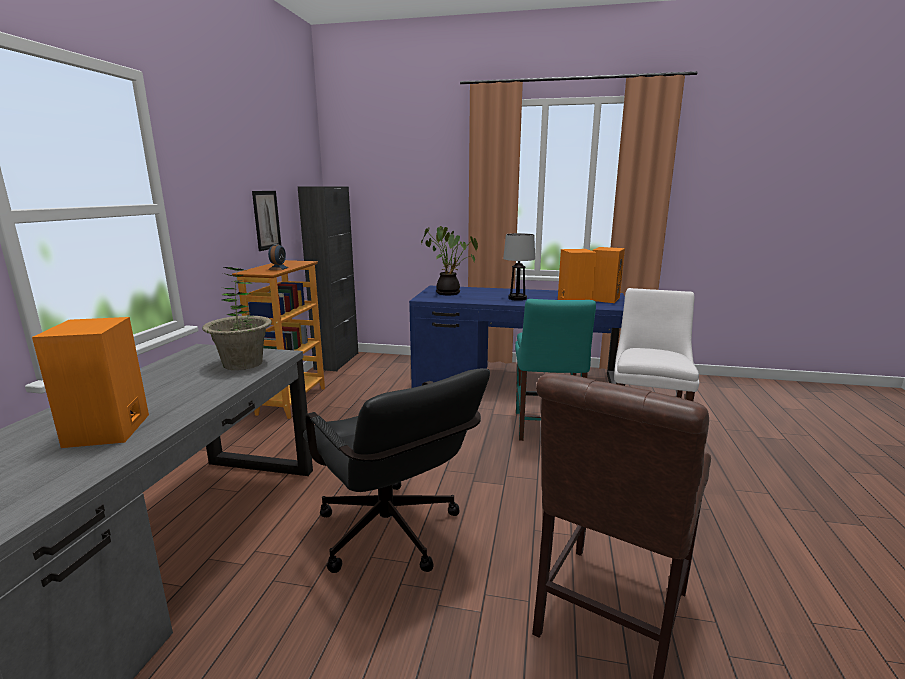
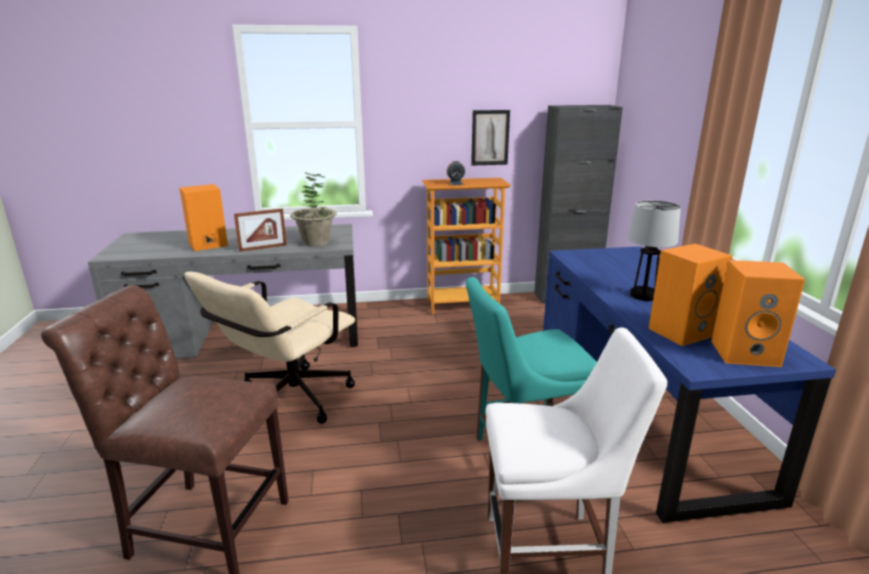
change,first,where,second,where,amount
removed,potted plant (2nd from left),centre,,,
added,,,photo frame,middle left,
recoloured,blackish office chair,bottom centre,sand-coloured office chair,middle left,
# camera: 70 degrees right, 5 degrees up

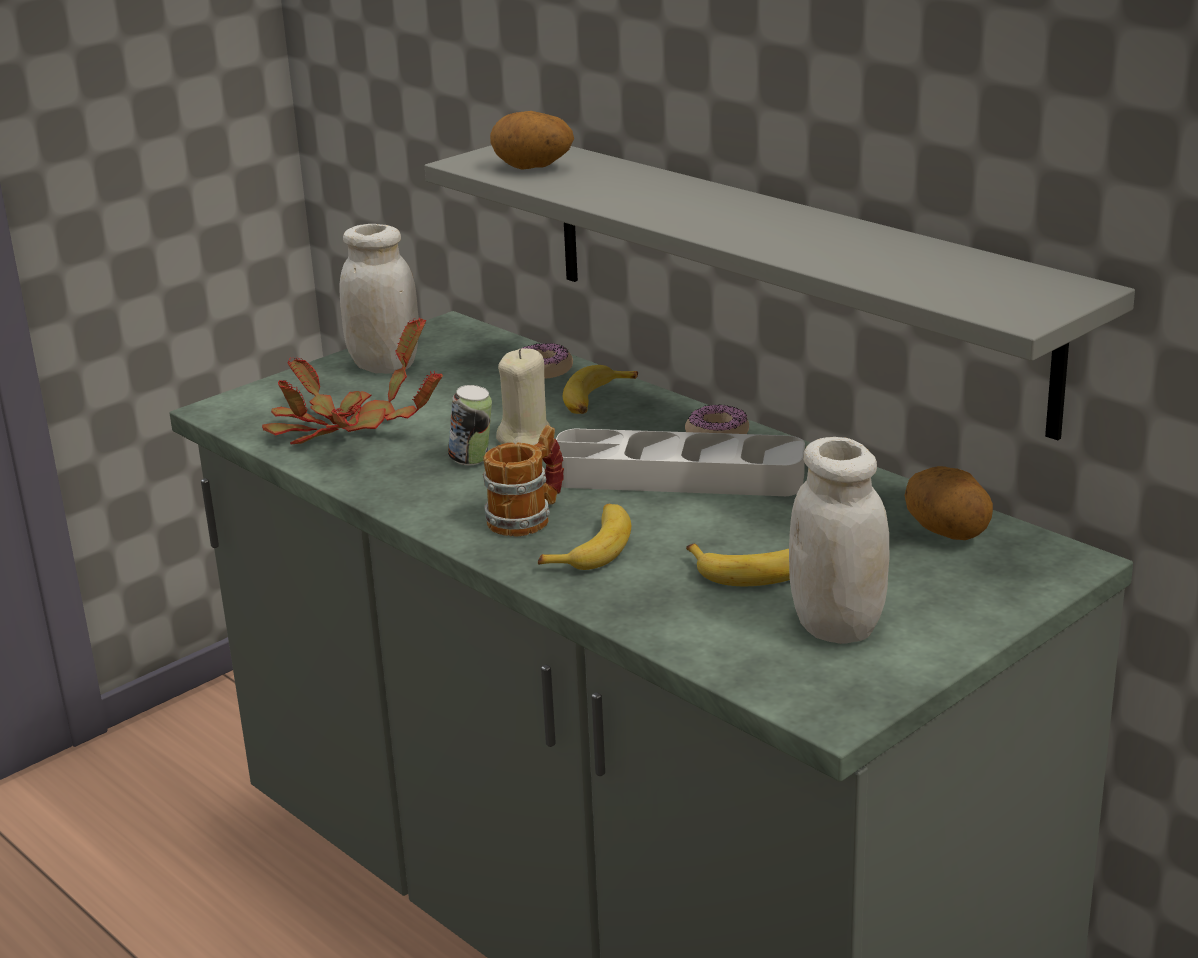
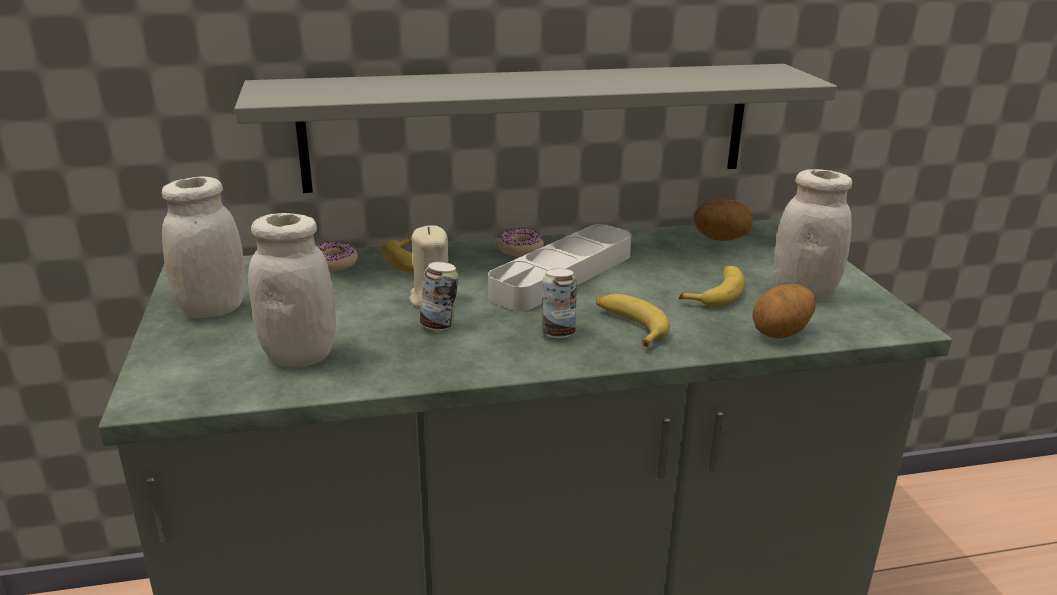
change,first,where,second,where,amount
moved,potato (1st from left in the first image),top centre,potato (2nd from left),middle right,
replaced,potted plant,middle left,white-coloured jar (2nd from left),middle left,
replaced,mug,centre,can (2nd from left),centre,
# camera: 60 degrees left, 0 degrees up

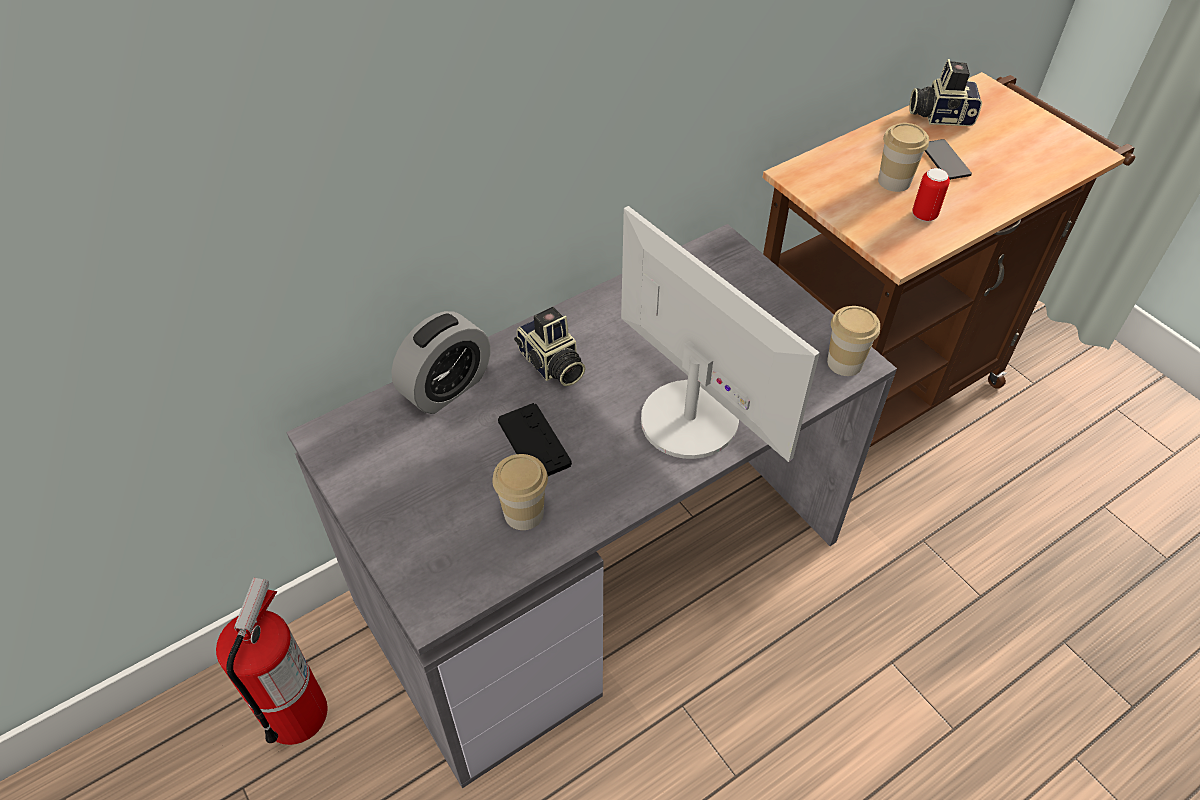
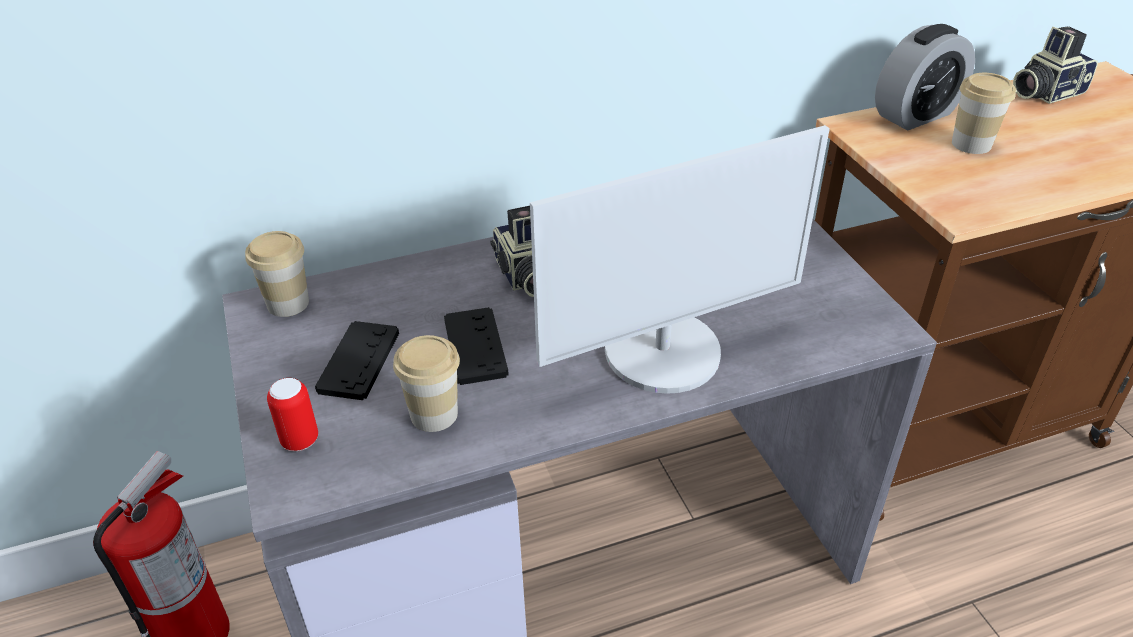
change,first,where,second,where,amount
removed,handset,top right,,,
added,,,blackish joypad (1st from left),middle left,
moved,table clock,centre,,top right,
moved,cup (2nd from left in the first image),middle right,cup (1st from left),middle left,
moved,can,top right,,middle left,
turned,computer display,centre,,centre,90 degrees clockwise
turned,photo camera (2nd from left),top right,,top right,45 degrees counterclockwise
# camera: 15 degrees right, 10 degrees down

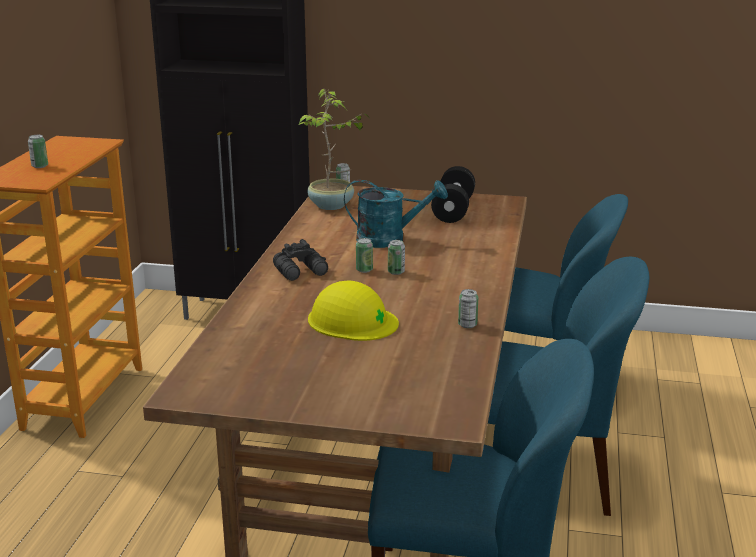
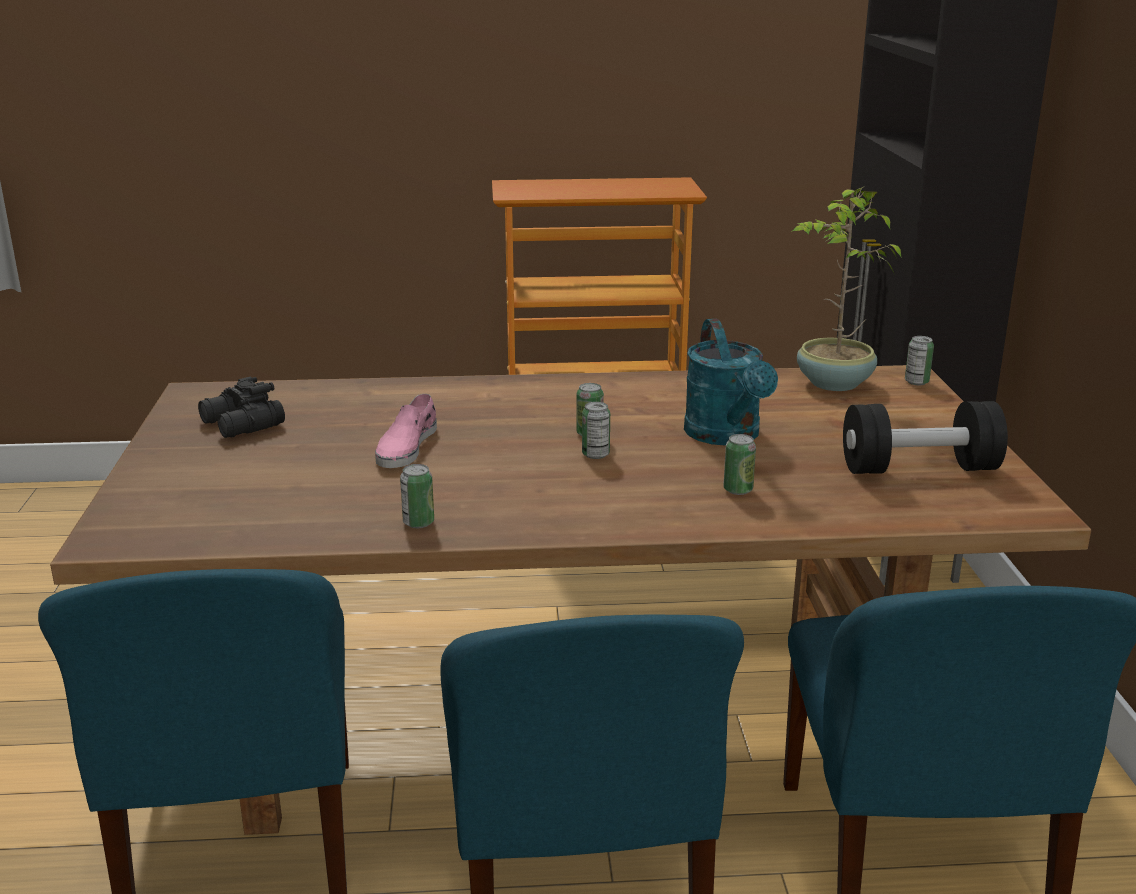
change,first,where,second,where,amount
moved,can (1st from left in the first image),top left,can (4th from left),centre,
moved,blackish binoculars,centre,,middle left,
replaced,yellow safety helmet,centre,pinkish item of footwear,centre,
# camera: 75 degrees right, 0 degrees up

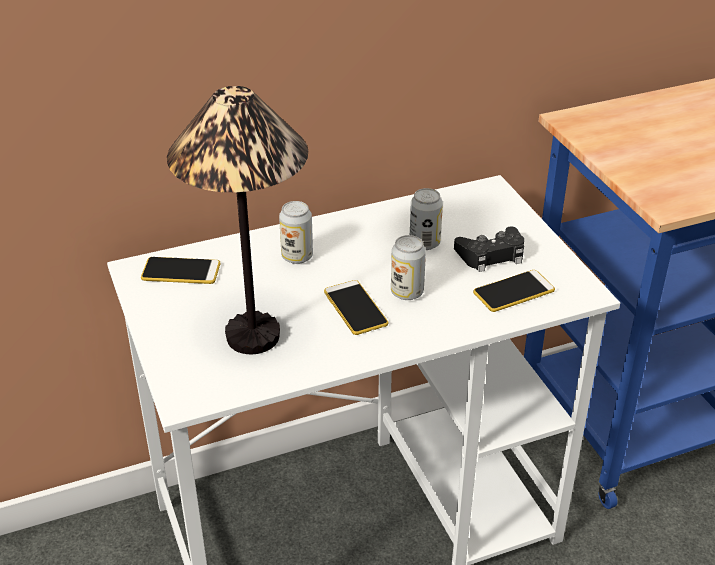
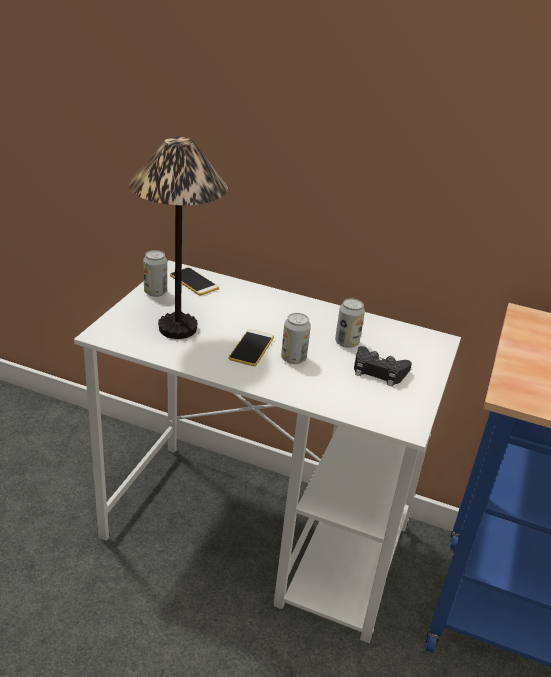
change,first,where,second,where,amount
removed,handset (3rd from left),middle right,,,
moved,can (1st from left),centre,,middle left,
# camera: 40 degrees right, 5 degrees down

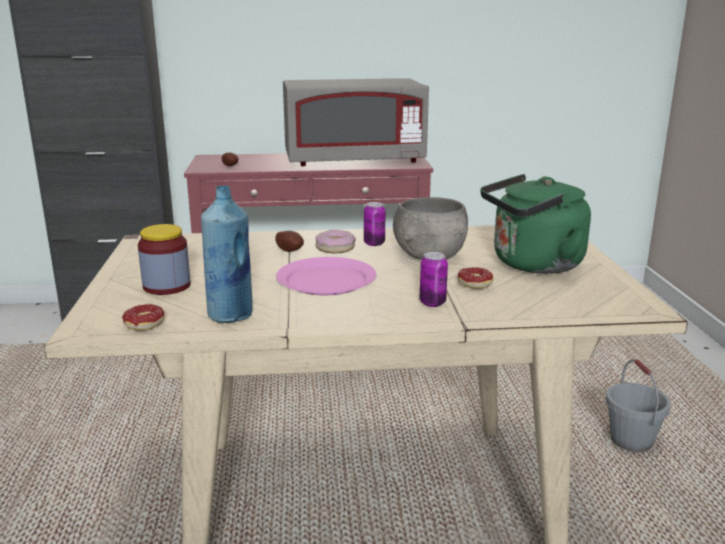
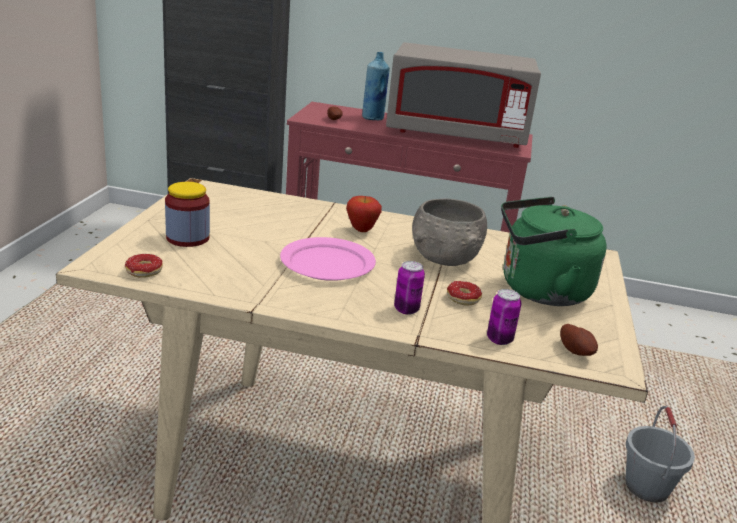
change,first,where,second,where,amount
moved,blue bottle,middle left,,top centre,
moved,potato (2nd from left),centre,,middle right,
moved,can (1st from left in the first image),centre,can (2nd from left),middle right,
replaced,doughnut (2nd from left),centre,whole apple,centre,
# camera: 15 degrees right, 5 degrees up

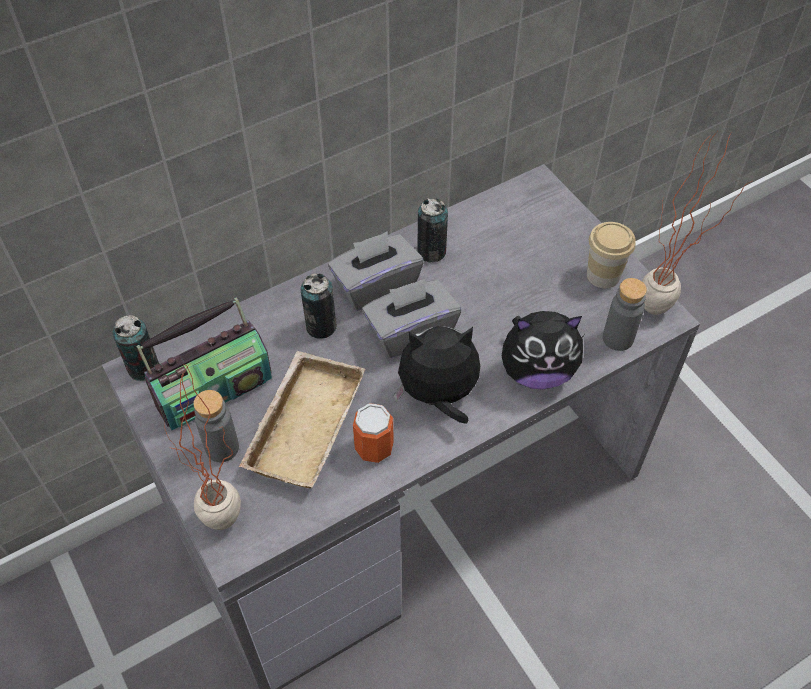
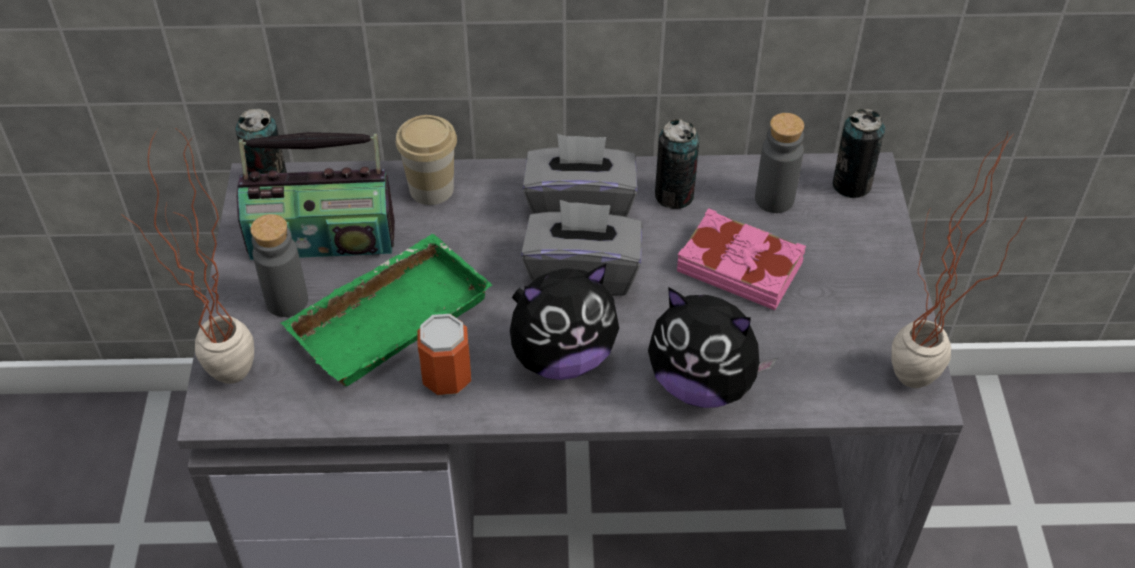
change,first,where,second,where,amount
added,,,pinkish bound book,centre,
moved,can (2nd from left in the first image),centre,can (4th from left),top right,
moved,cup,middle right,,top centre,
moved,greyish bottle (2nd from left),middle right,,top right,
recoloured,sand-coloured tray,centre,green-coloured tray,centre,
turned,plush toy (1st from left),centre,,centre,135 degrees clockwise
# camera: 30 degrees right, 5 degrees down

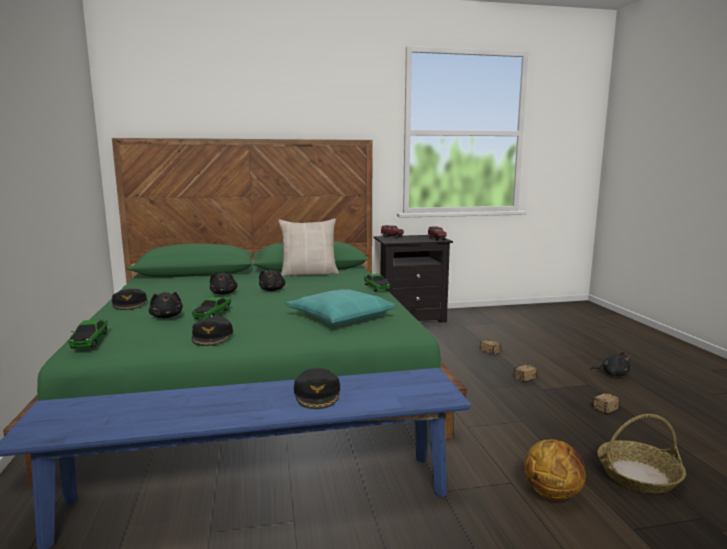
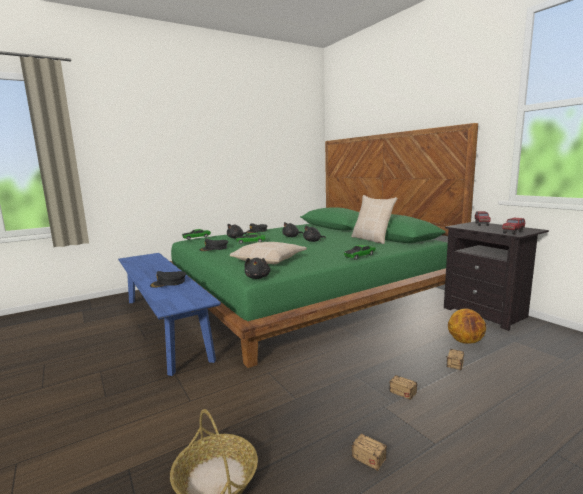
change,first,where,second,where,amount
moved,ball for basketball,bottom right,,middle right,
moved,blackish plush toy (4th from left in the first image),middle right,blackish plush toy (2nd from left),centre,
recoloured,turquoise-coloured cushion,centre,sand-coloured cushion (1st from left),centre,
# camera: 70 degrees right, 0 degrees up

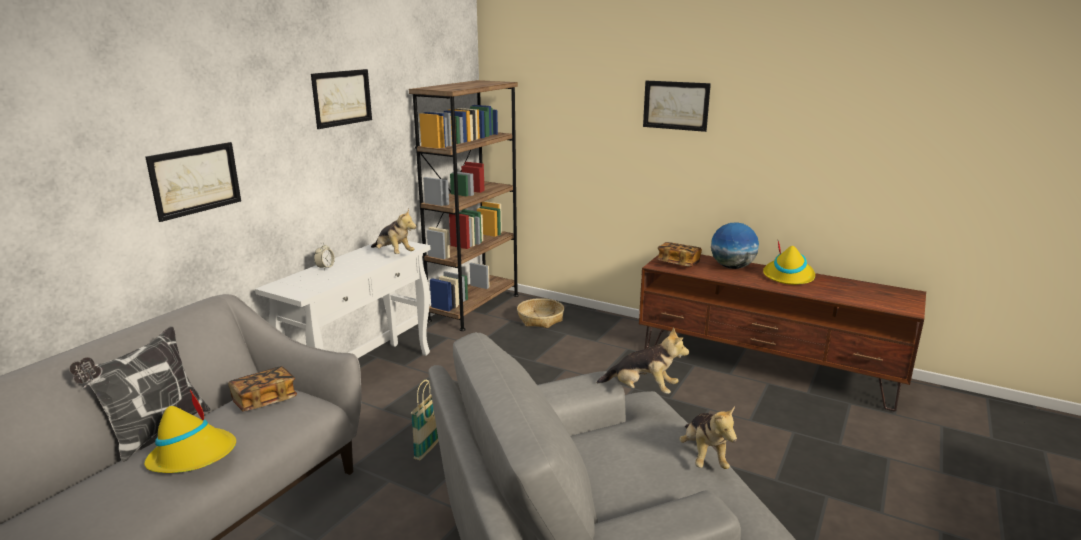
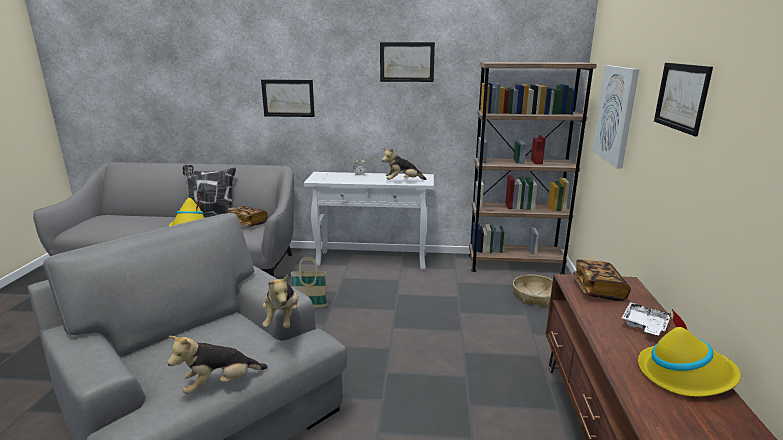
change,first,where,second,where,amount
added,,,picture (3rd from left),top right,
replaced,globe,middle right,white-coloured tray,bottom right,
turned,plush toy (1st from left in the first image),centre,plush toy (3rd from left),centre,60 degrees clockwise
# camera: 65 degrees right, 0 degrees up

